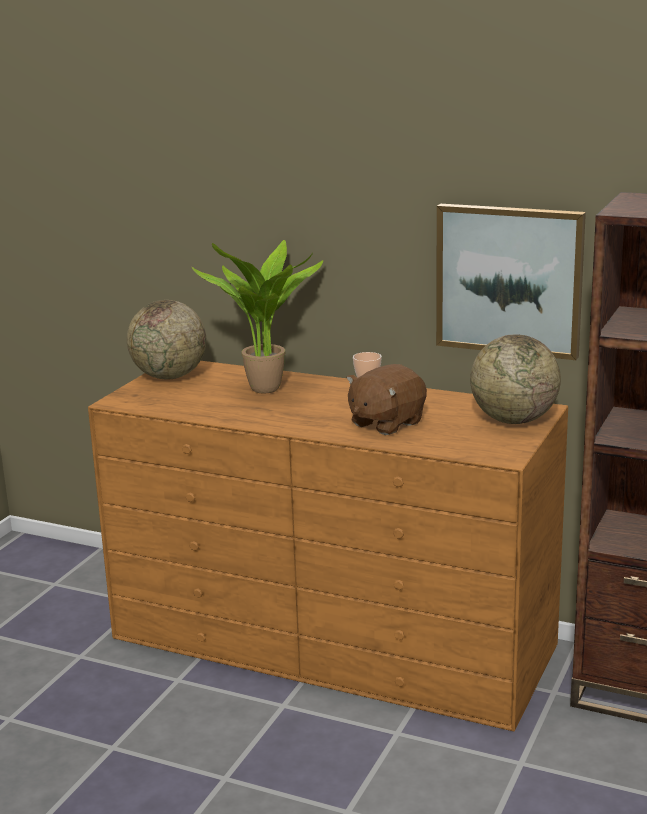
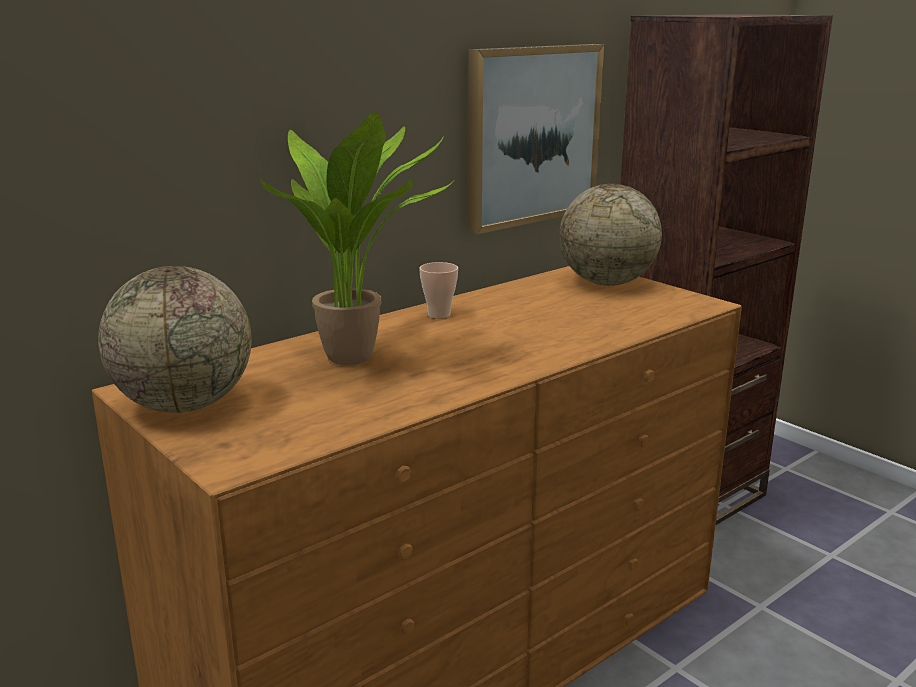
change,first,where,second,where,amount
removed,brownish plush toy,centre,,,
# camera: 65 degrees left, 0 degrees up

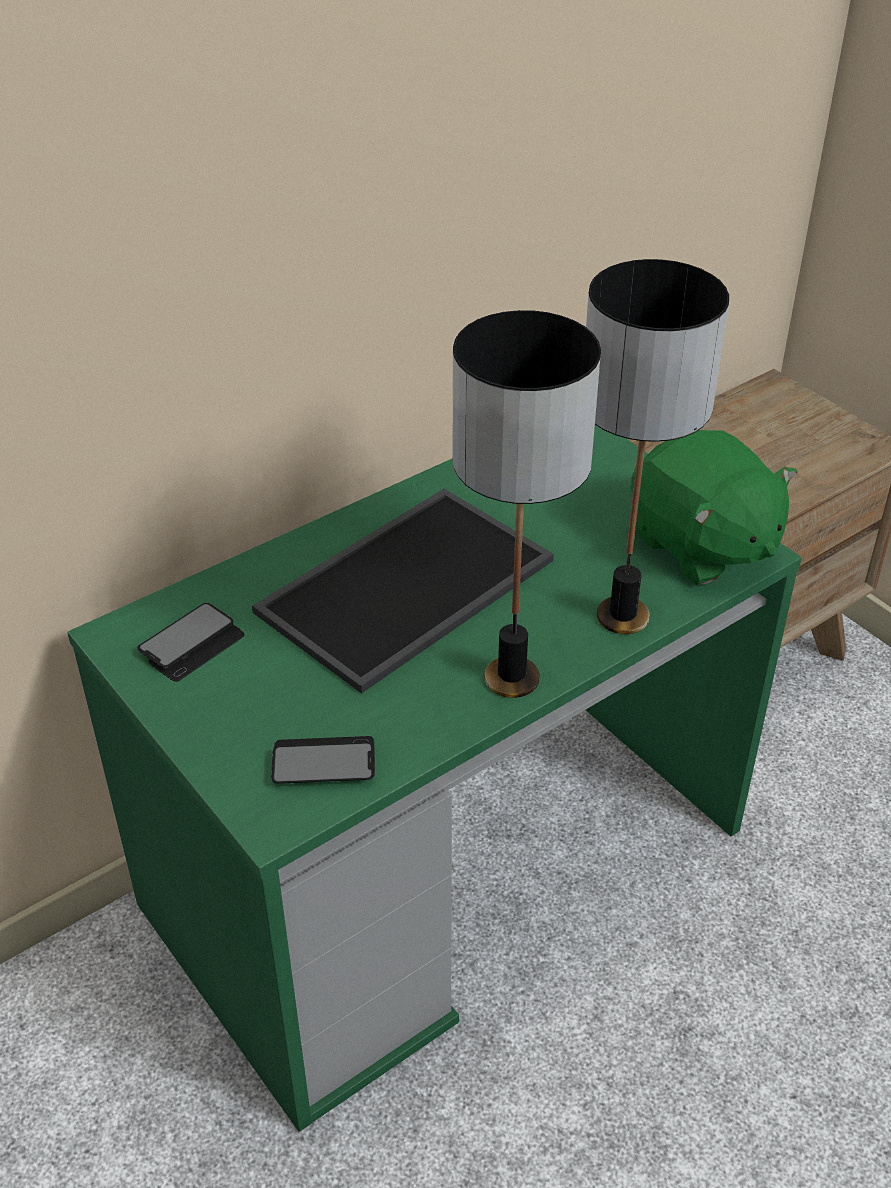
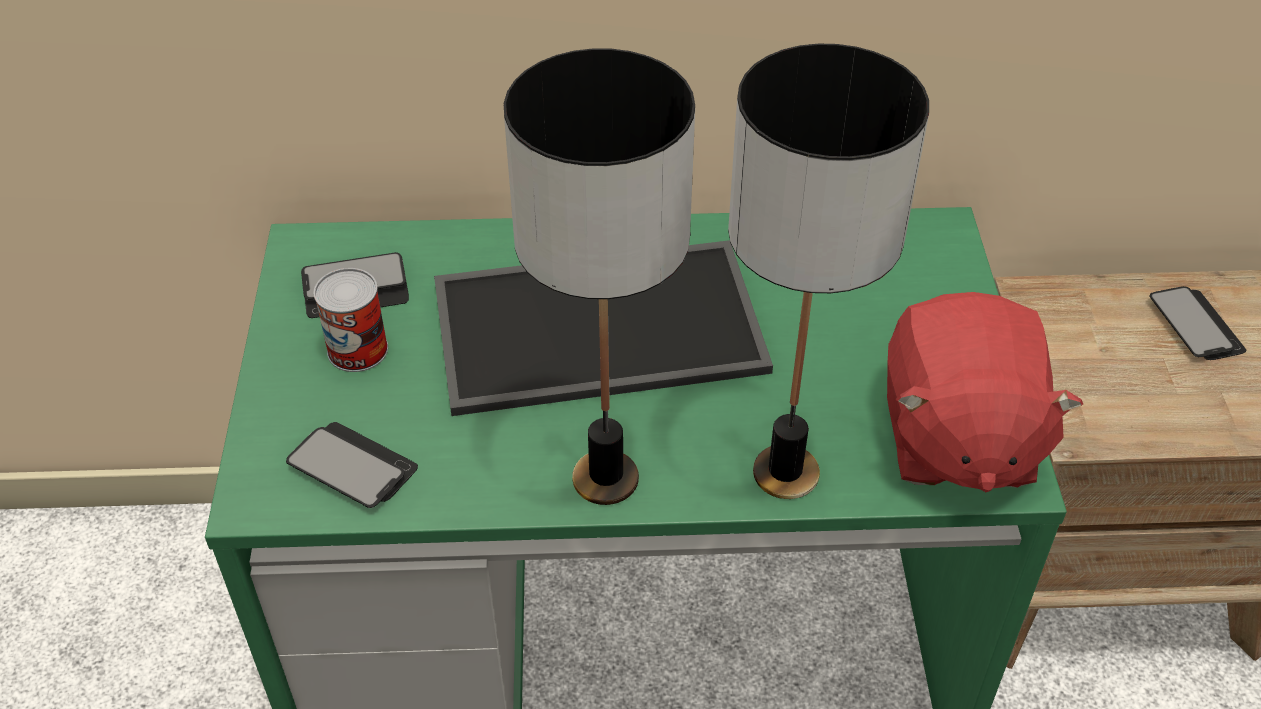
change,first,where,second,where,amount
added,,,can,middle left,
added,,,handset (3rd from left),middle right,
recoloured,green-coloured plush toy,middle right,red-coloured plush toy,middle right,
# camera: 35 degrees right, 5 degrees up

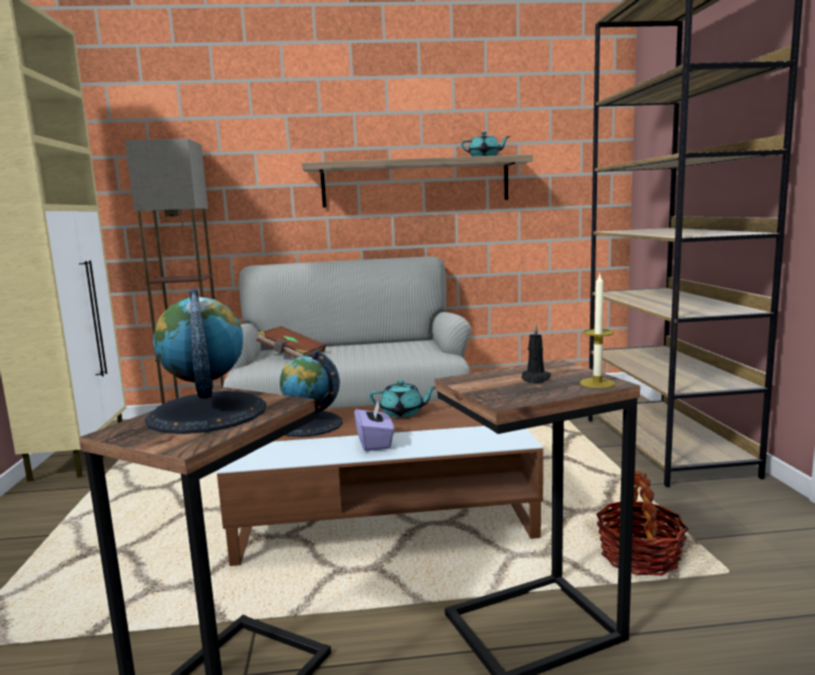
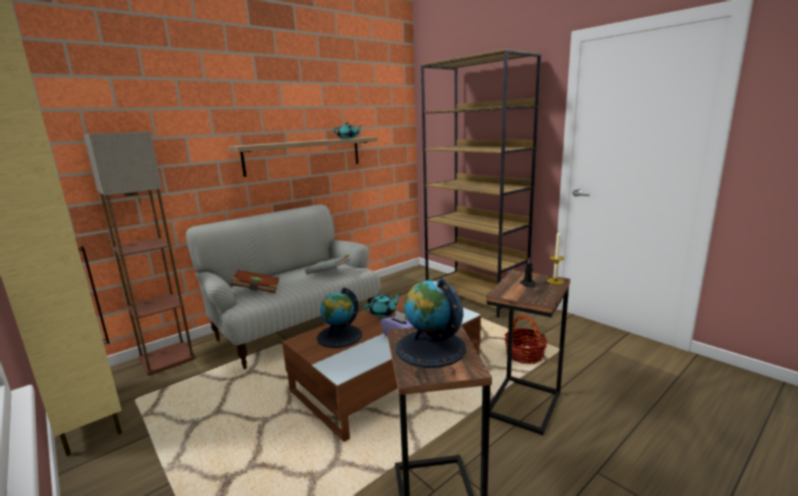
change,first,where,second,where,amount
added,,,greyish bound book,centre,
# camera: 35 degrees left, 5 degrees up

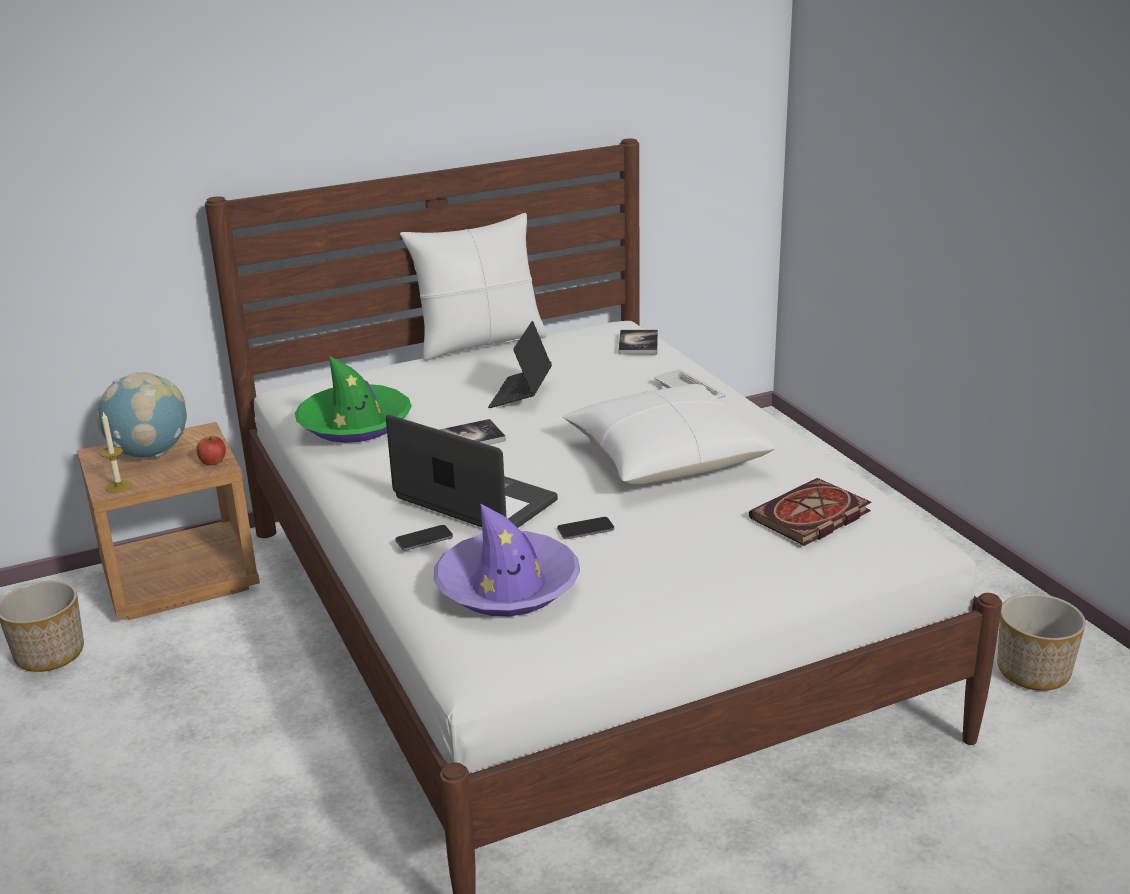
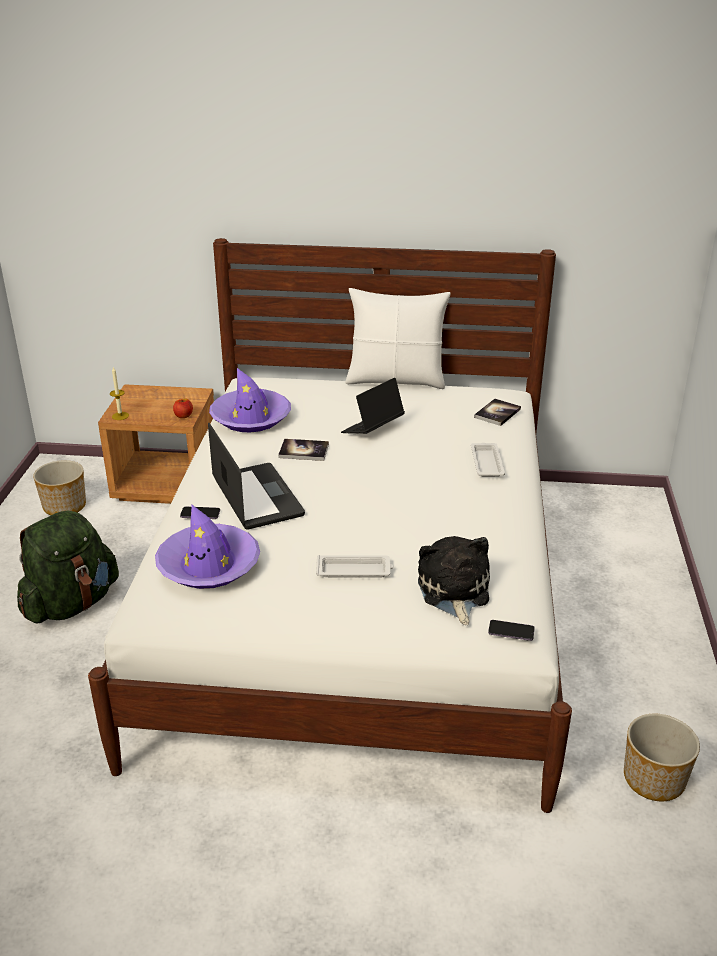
change,first,where,second,where,amount
removed,globe,middle left,,,
removed,white-coloured cushion (2nd from left),centre,,,
added,,,green-coloured rucksack,middle left,
added,,,white-coloured tray (1st from left),centre,
moved,handset (2nd from left),centre,,middle right,
replaced,bound book (3rd from left),middle right,plush toy,centre,
recoloured,green-coloured wearable hat,middle left,purple-coloured wearable hat (2nd from left),centre,
# camera: 30 degrees right, 5 degrees up

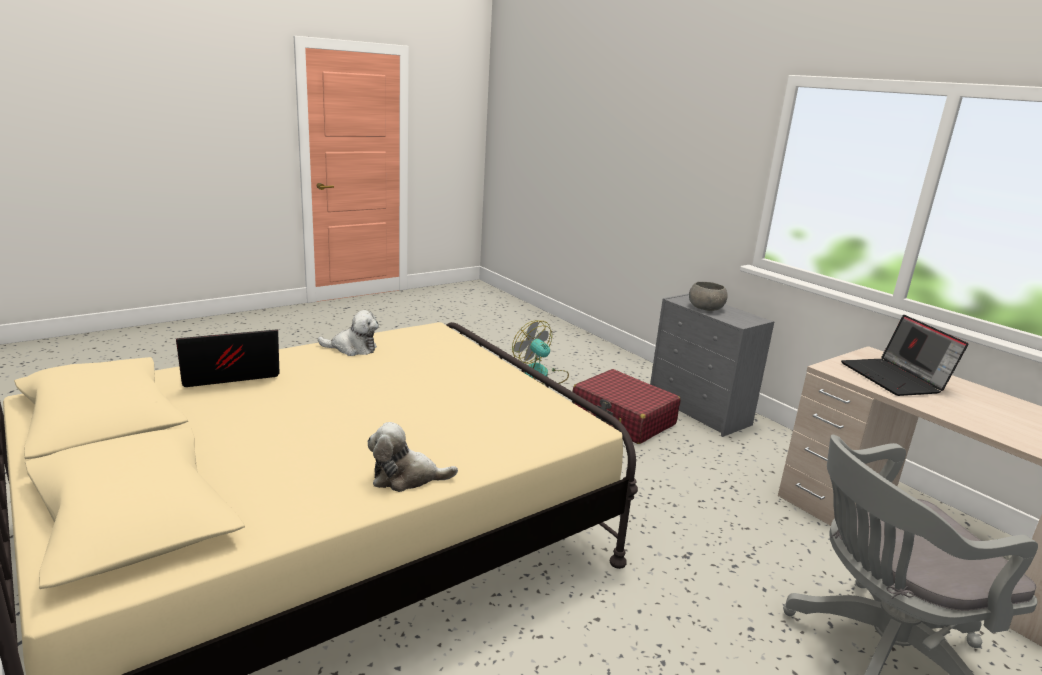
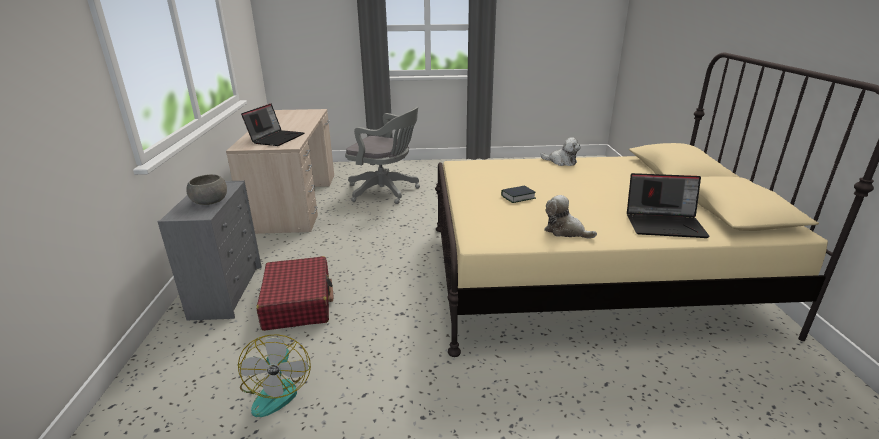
change,first,where,second,where,amount
added,,,bound book,centre,
# camera: 145 degrees left, 5 degrees up

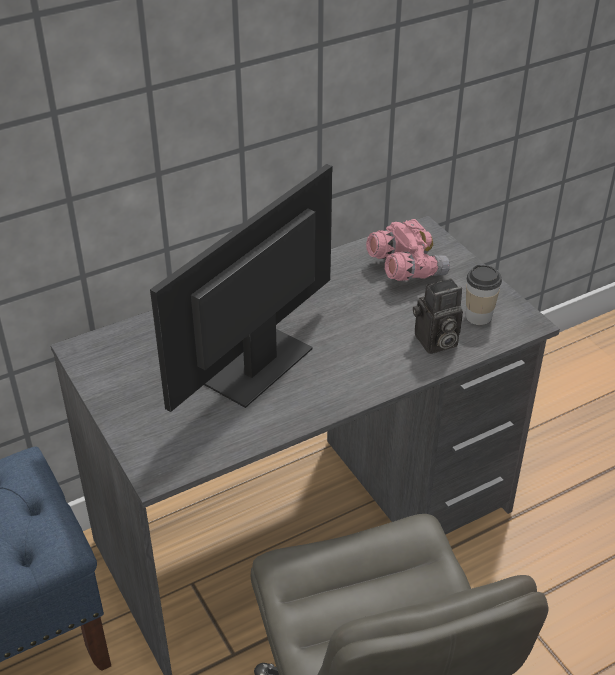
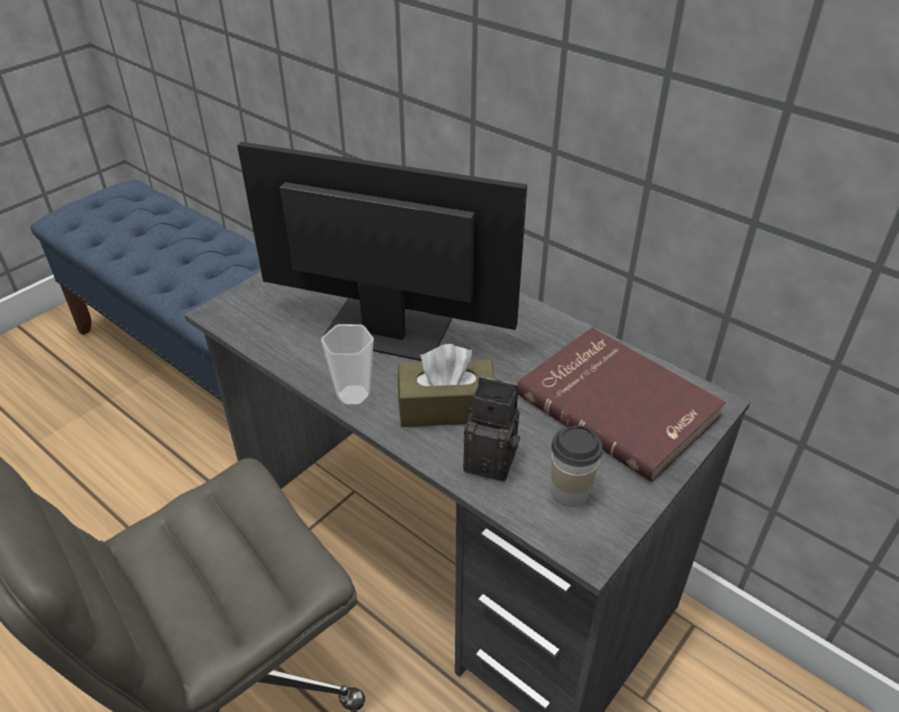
change,first,where,second,where,amount
added,,,cup (1st from left),centre,
added,,,brownish tissue box,centre,
replaced,pinkish binoculars,centre,red-coloured bound book,middle right,
turned,photo camera,middle right,,centre,150 degrees clockwise
# camera: 70 degrees right, 0 degrees up

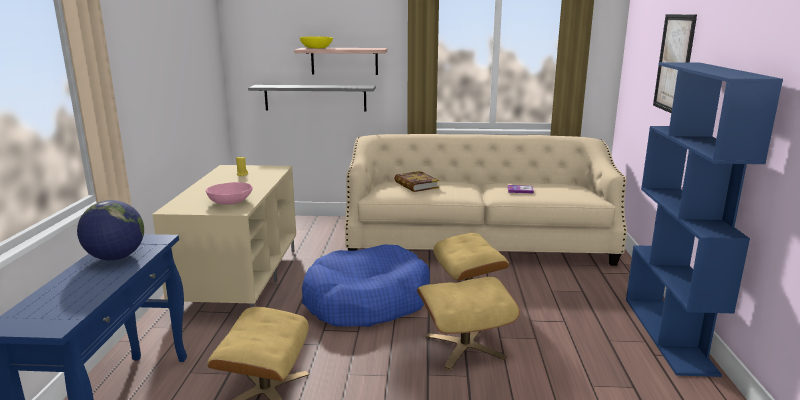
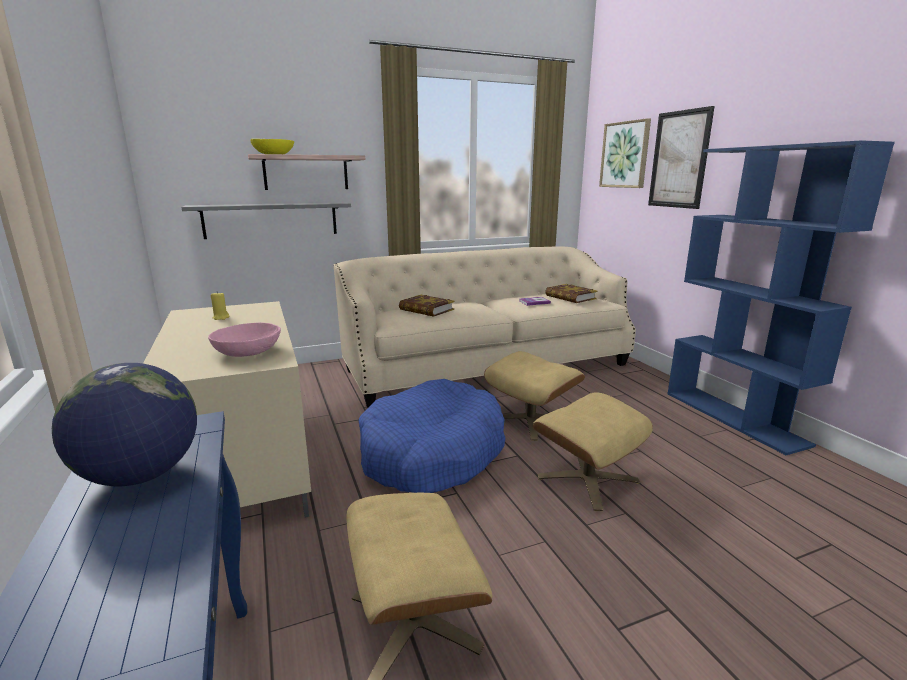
change,first,where,second,where,amount
added,,,bound book (3rd from left),centre,
added,,,picture (1st from left),top right,
# camera: 25 degrees left, 0 degrees up

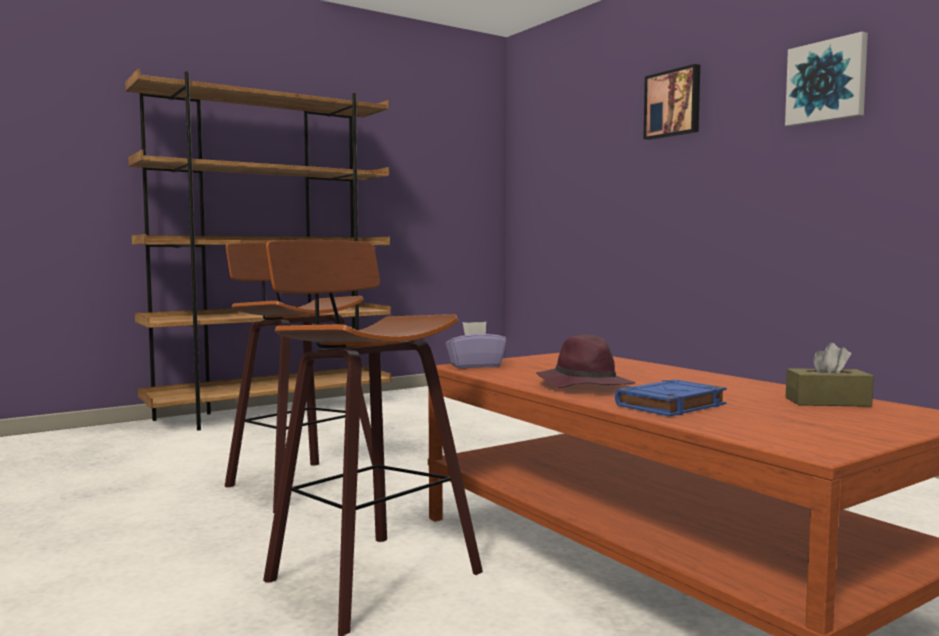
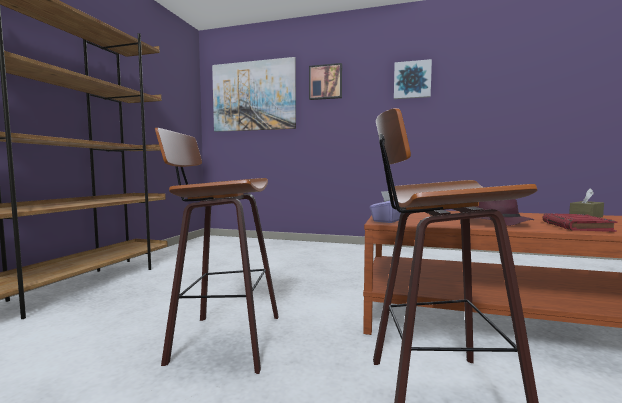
change,first,where,second,where,amount
added,,,picture (1st from left),top centre,
recoloured,blue bound book,middle right,red-coloured bound book,middle right,
# camera: 40 degrees left, 0 degrees up

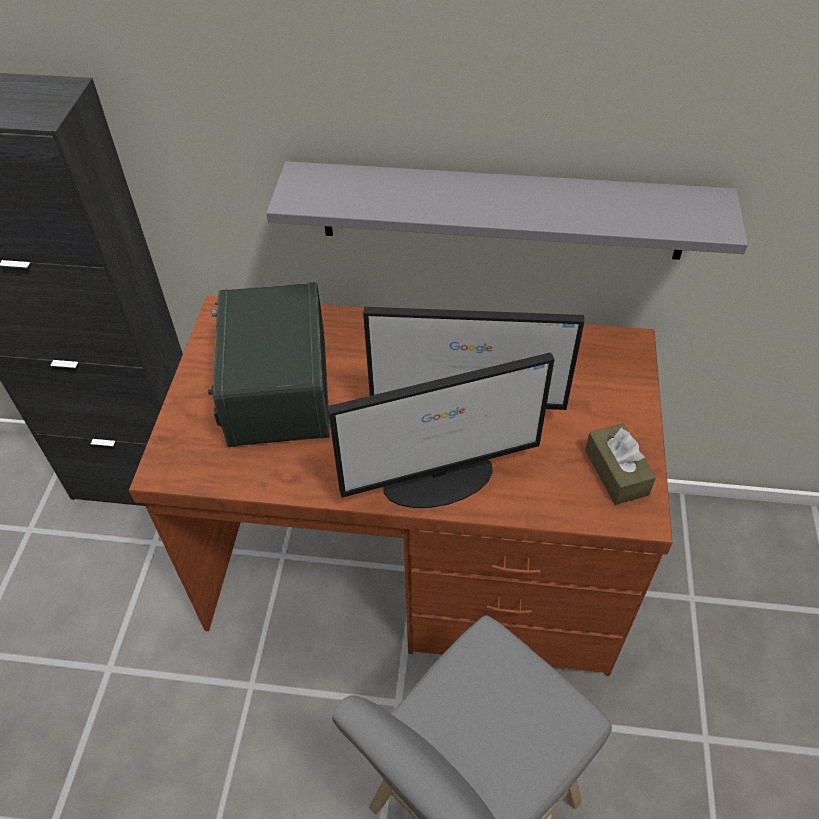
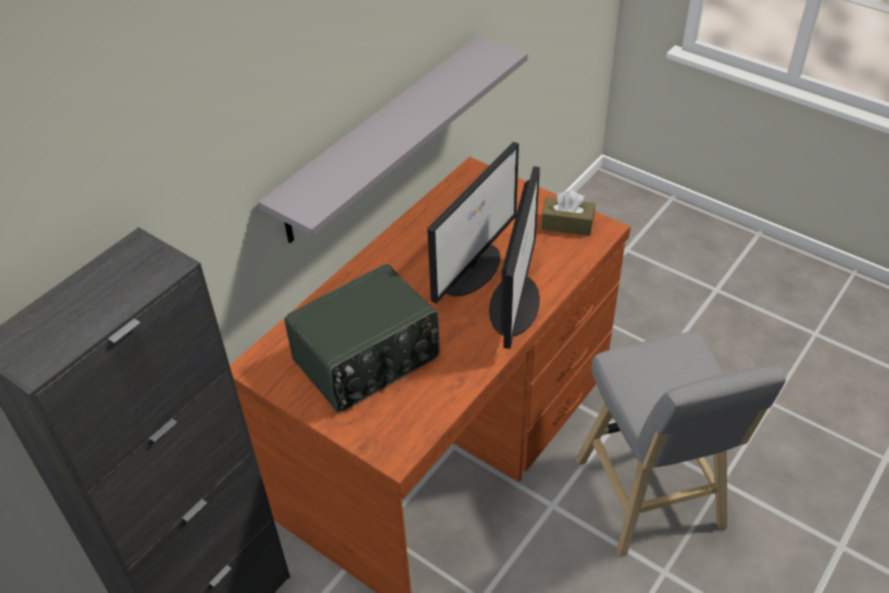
change,first,where,second,where,amount
turned,radio receiver,middle left,,centre,60 degrees counterclockwise
# camera: 60 degrees left, 5 degrees down

